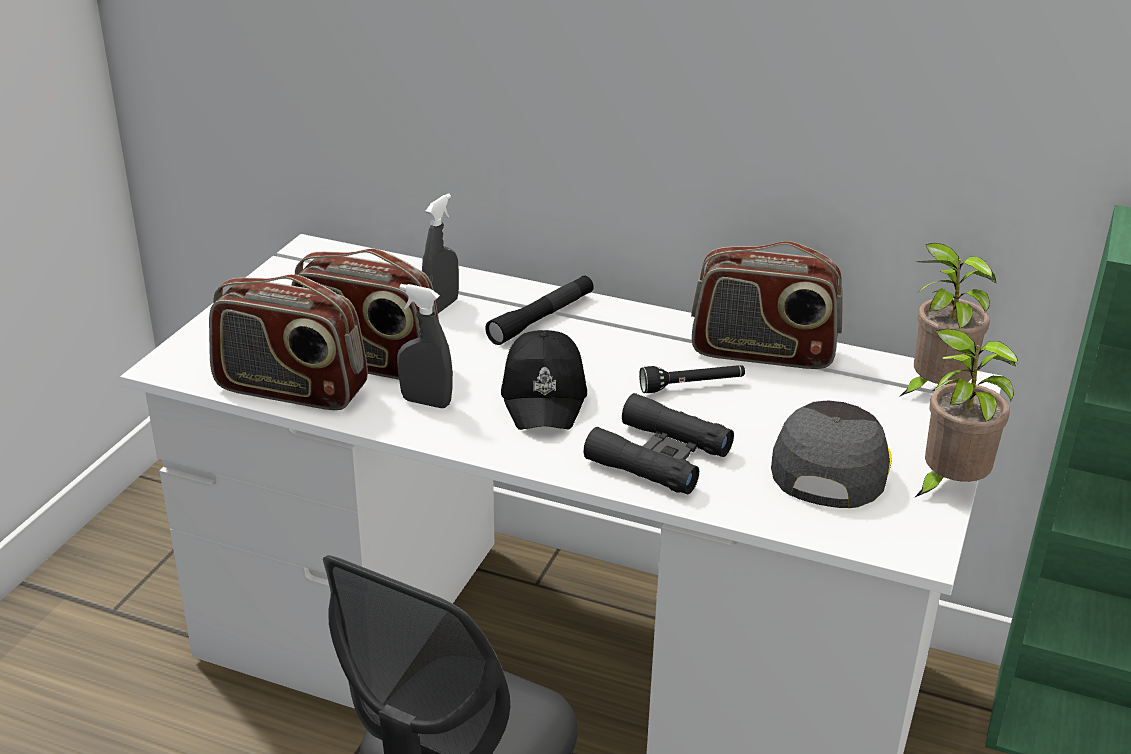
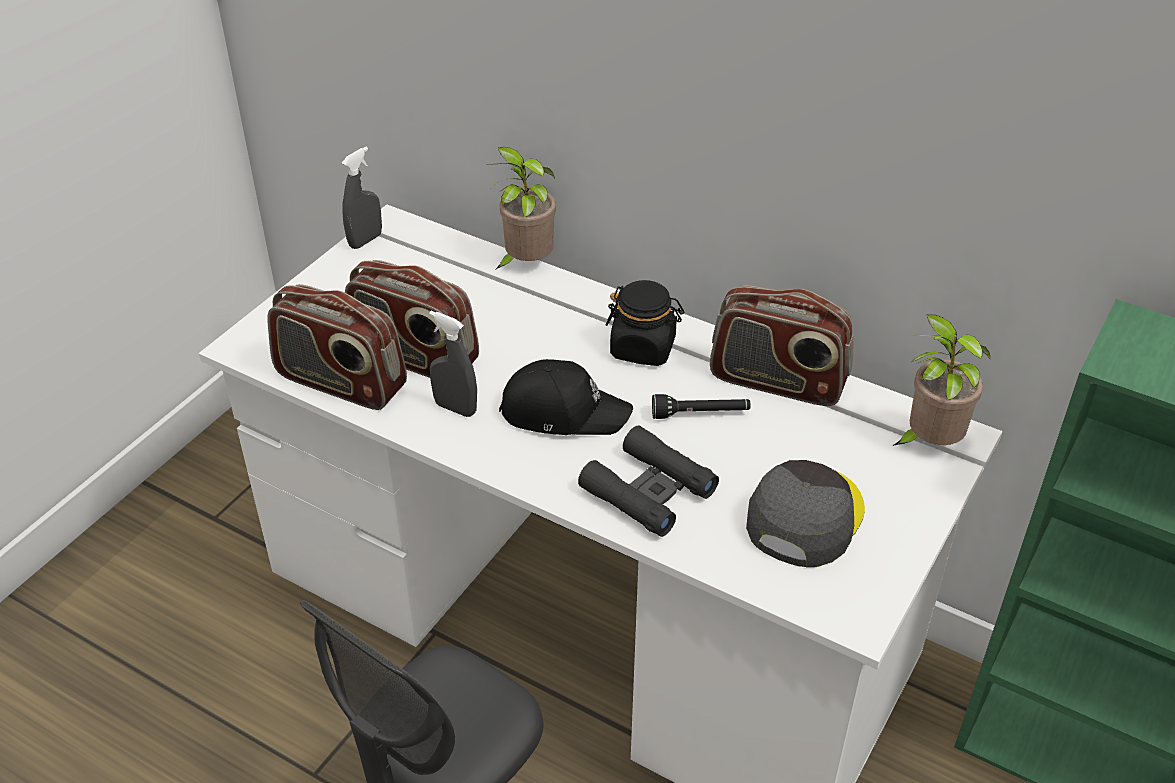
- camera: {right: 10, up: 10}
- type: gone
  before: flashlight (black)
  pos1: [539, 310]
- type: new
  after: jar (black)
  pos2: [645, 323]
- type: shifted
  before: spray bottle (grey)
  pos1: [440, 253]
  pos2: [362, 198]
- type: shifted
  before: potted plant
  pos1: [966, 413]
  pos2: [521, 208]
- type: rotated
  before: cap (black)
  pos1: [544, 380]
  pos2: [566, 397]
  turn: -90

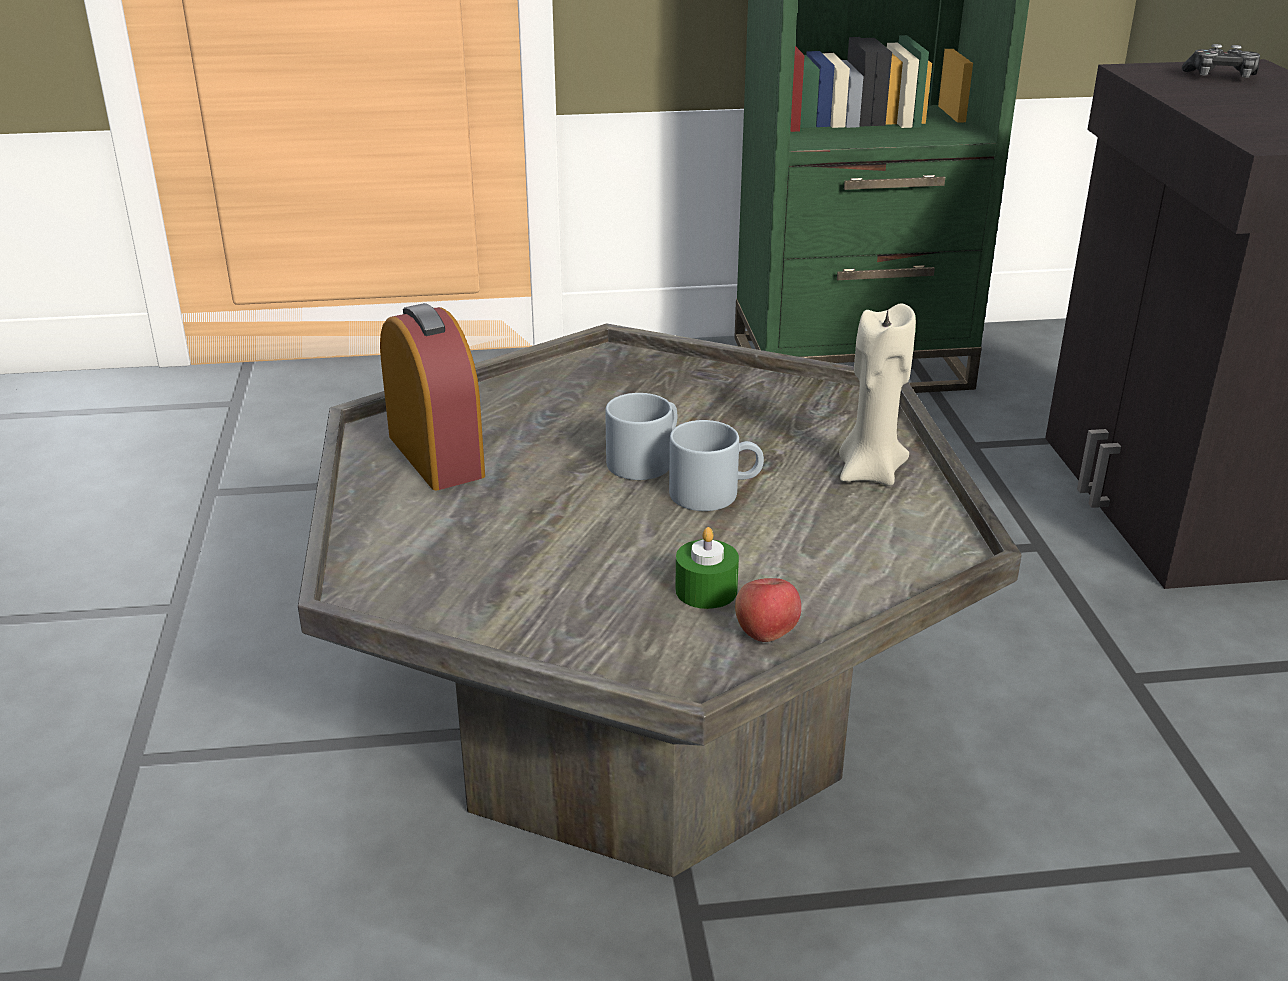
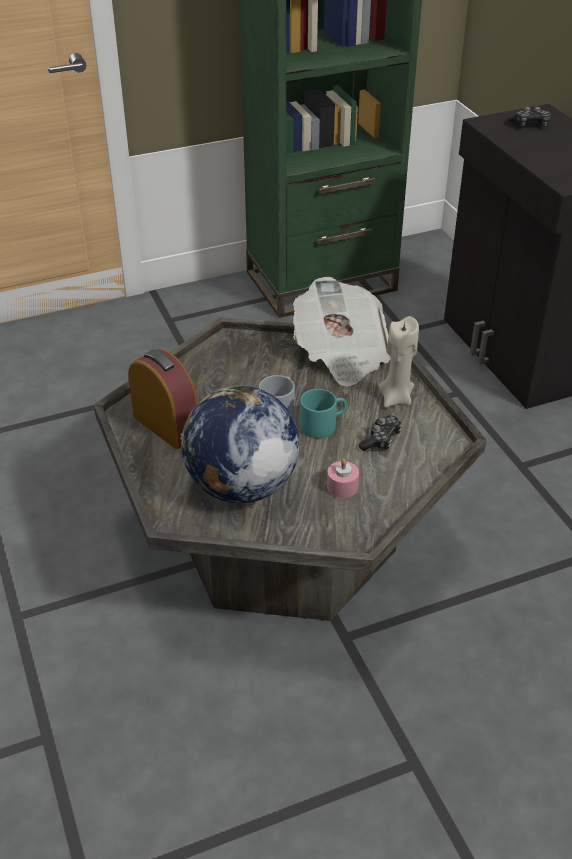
- camera: {right: -15, up: 10}
- type: gone
  before: apple
  pos1: [768, 610]
- type: new
  after: globe
  pos2: [240, 444]
- type: new
  after: newspaper
  pos2: [342, 332]
- type: new
  after: game controller
  pos2: [380, 433]
- type: repainted
  before: mug (grey)
  after: mug (turquoise)
  pos1: [716, 465]
  pos2: [323, 413]
- type: repainted
  before: candle (green)
  after: candle (pink)
  pos1: [707, 568]
  pos2: [343, 478]

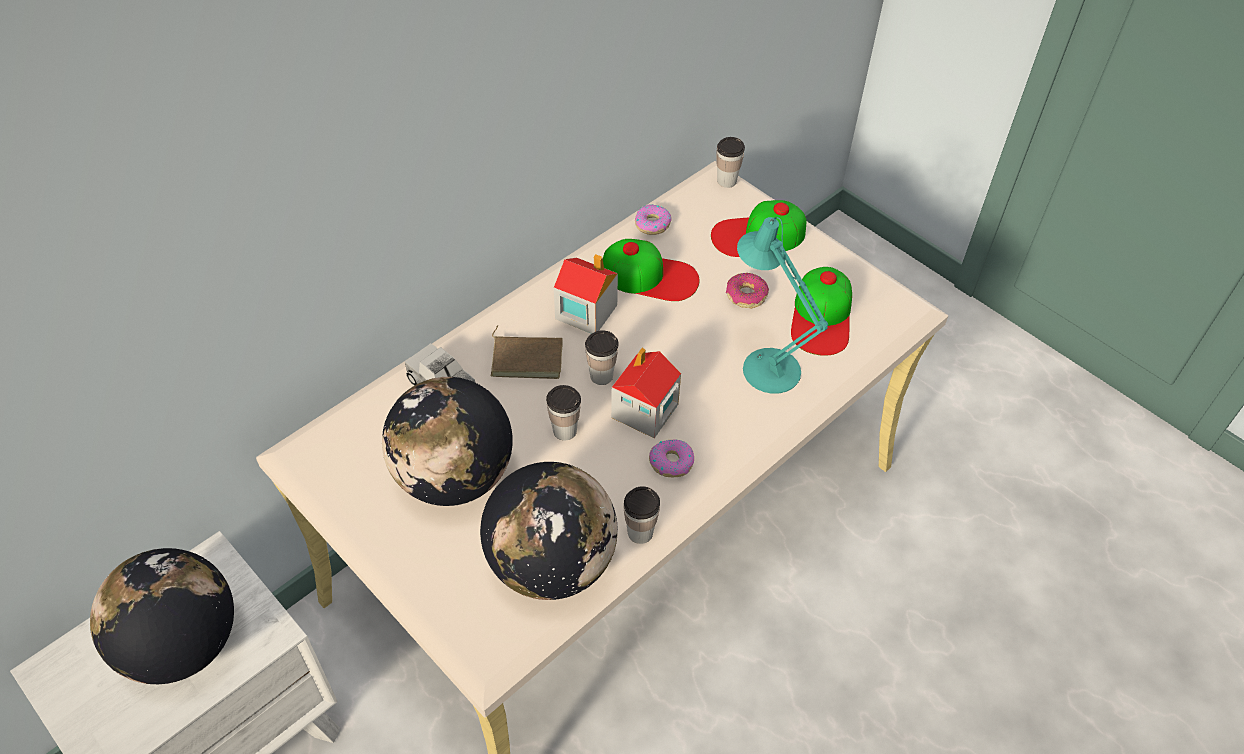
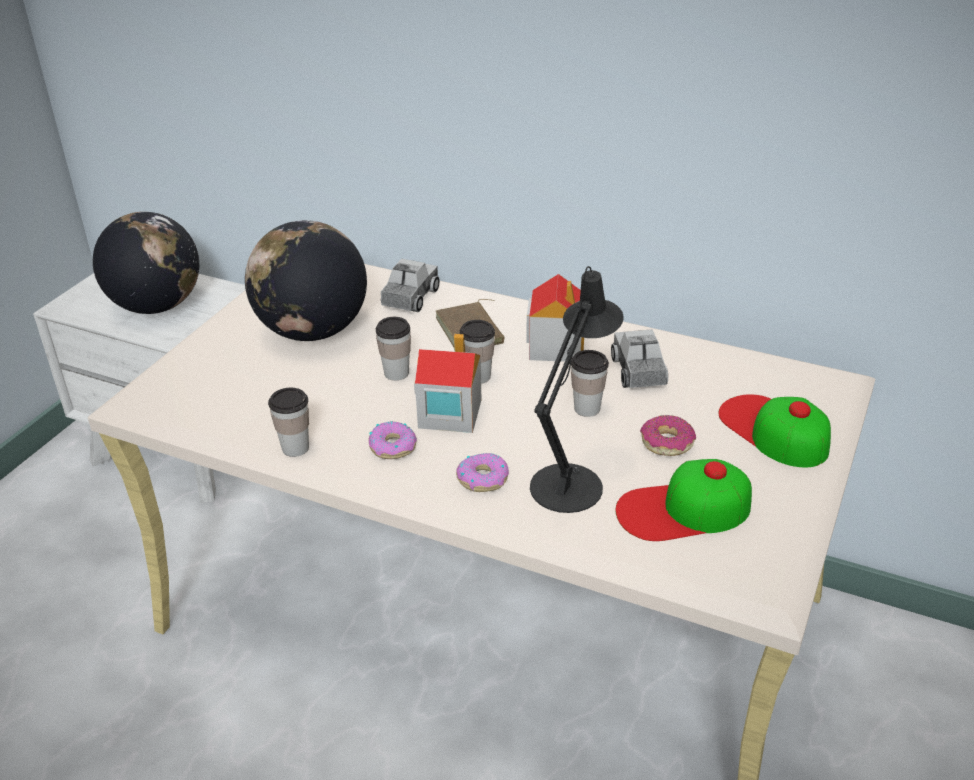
- camera: {right: 70, up: -15}
- type: gone
  before: globe
  pos1: [549, 531]
- type: shifted
  before: donut
  pos1: [653, 219]
  pos2: [482, 472]
- type: shifted
  before: cup
  pos1: [730, 162]
  pos2: [590, 383]
- type: swapped
  before: cap
  after: toy truck
  pos1: [651, 270]
  pos2: [639, 358]
- type: repainted
  before: table lamp (turquoise)
  after: table lamp (black)
  pos1: [782, 305]
  pos2: [576, 389]

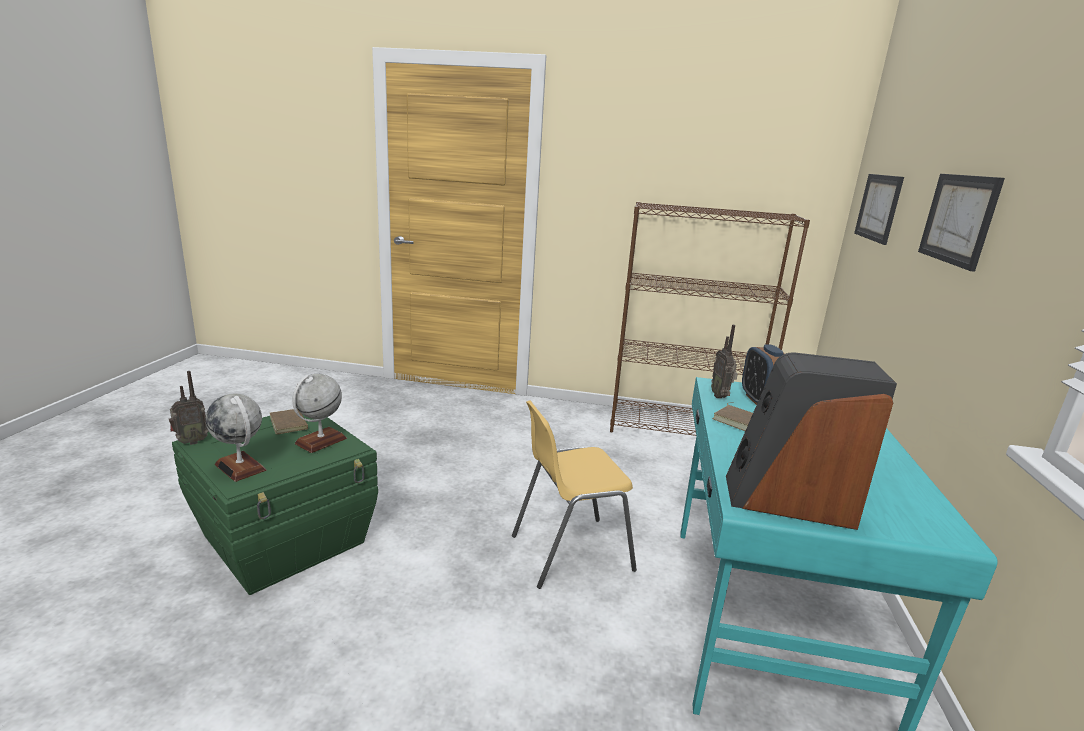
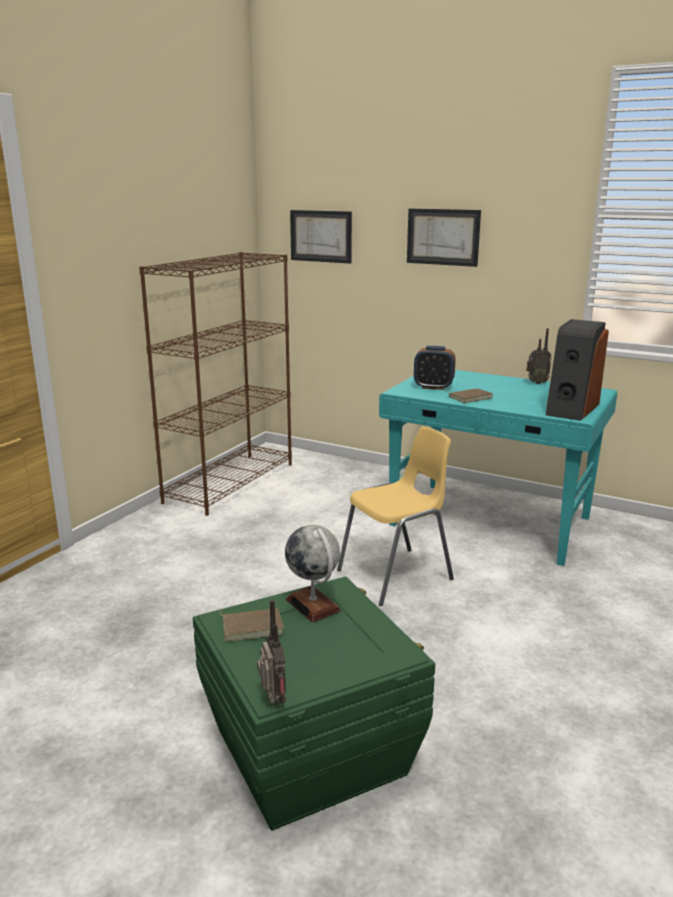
- camera: {right: -70, up: 0}
- type: gone
  before: globe
  pos1: [235, 437]
- type: shifted
  before: radio
  pos1: [724, 361]
  pos2: [538, 356]
- type: rotated
  before: chair (yellow)
  pos1: [574, 494]
  pos2: [395, 516]
  turn: -120

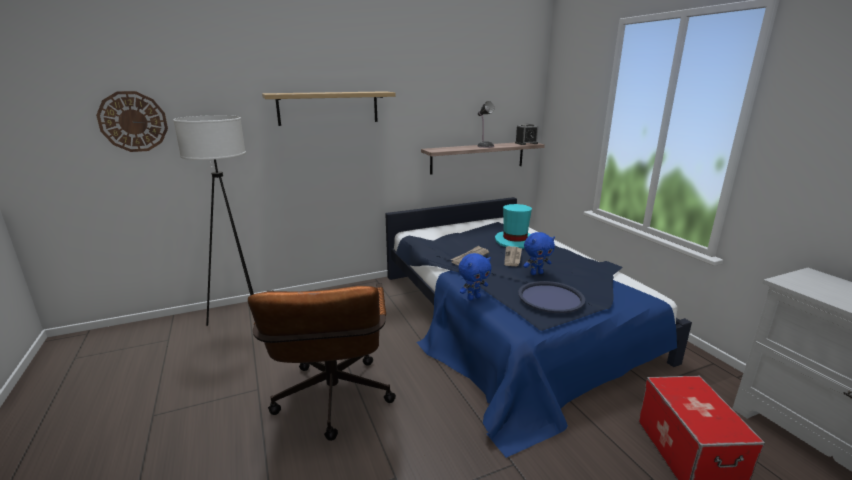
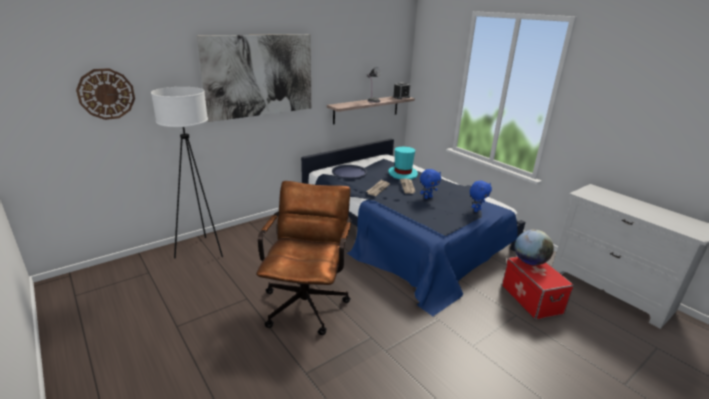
- camera: {right: -15, up: 5}
- type: new
  after: globe
  pos2: [534, 248]
- type: shifted
  before: plush toy (blue)
  pos1: [475, 277]
  pos2: [481, 196]
- type: shifted
  before: tray (blue)
  pos1: [551, 297]
  pos2: [349, 172]
- type: swapped
  before: shelf
  after: picture
  pos1: [329, 108]
  pos2: [254, 78]
- type: rotated
  before: office chair (brown)
  pos1: [322, 362]
  pos2: [303, 258]
  turn: -150

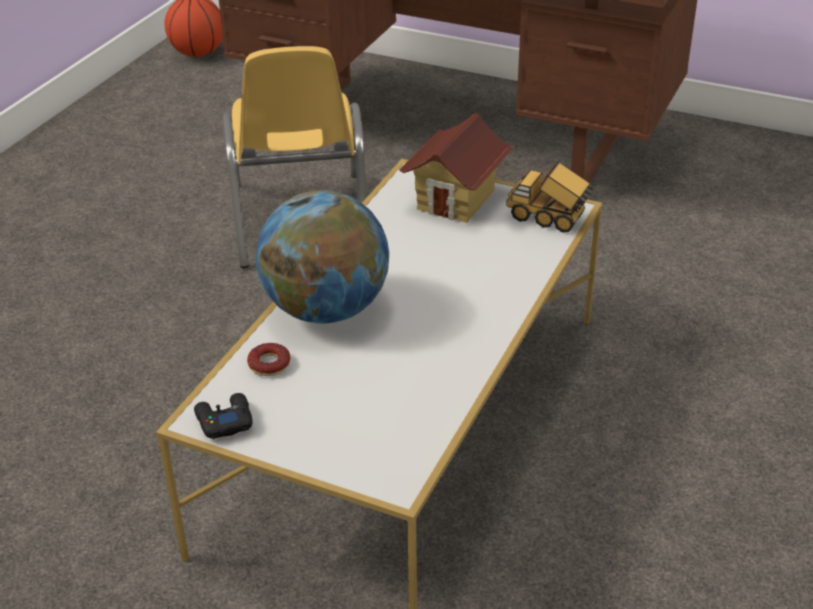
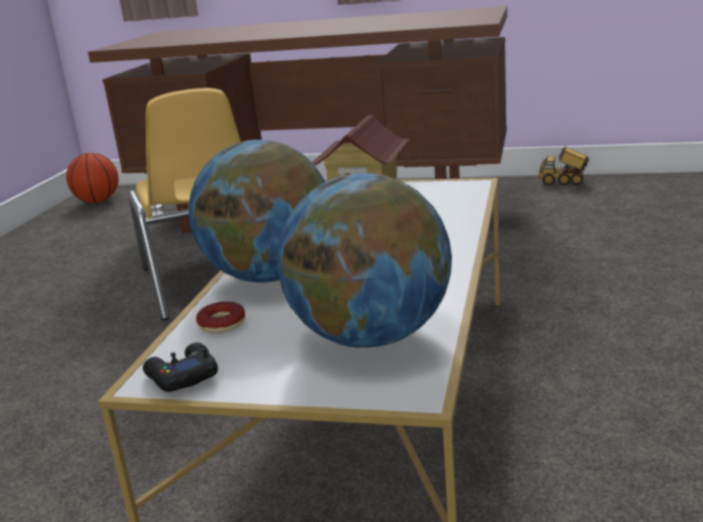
- camera: {right: -10, up: -15}
- type: new
  after: globe
  pos2: [364, 260]
- type: shifted
  before: toy truck
  pos1: [549, 197]
  pos2: [564, 166]

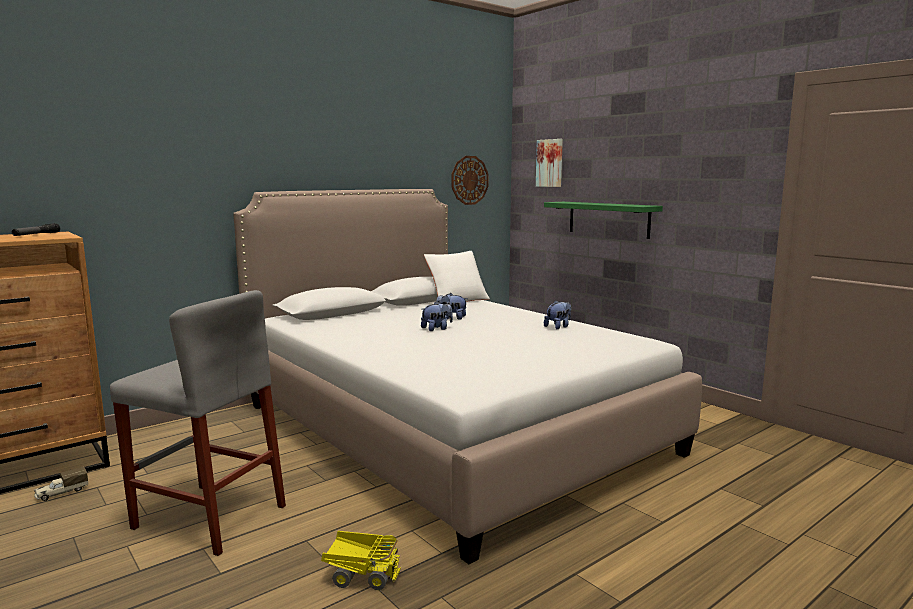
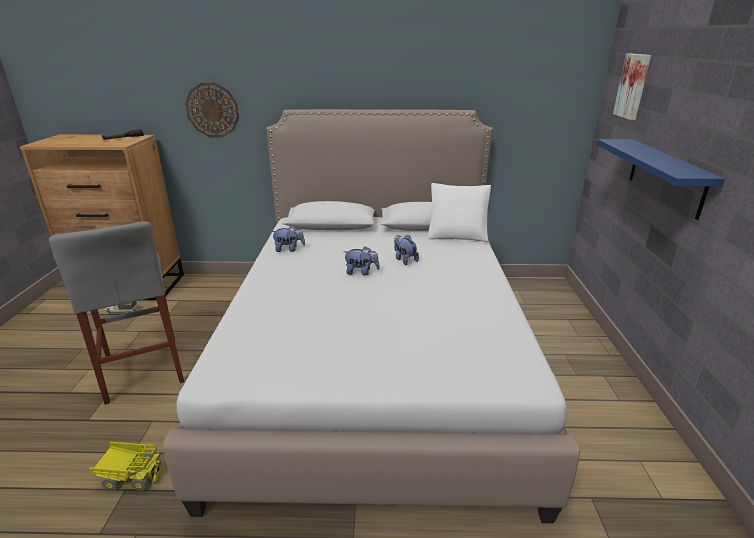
- camera: {right: 40, up: 15}
- type: shifted
  before: wall clock
  pos1: [470, 180]
  pos2: [212, 110]
- type: shifted
  before: plush toy
  pos1: [557, 314]
  pos2: [288, 239]
- type: repainted
  before: shelf (green)
  after: shelf (blue)
  pos1: [603, 220]
  pos2: [661, 179]
- type: rotated
  before: toy truck
  pos1: [361, 560]
  pos2: [126, 466]
  turn: -45

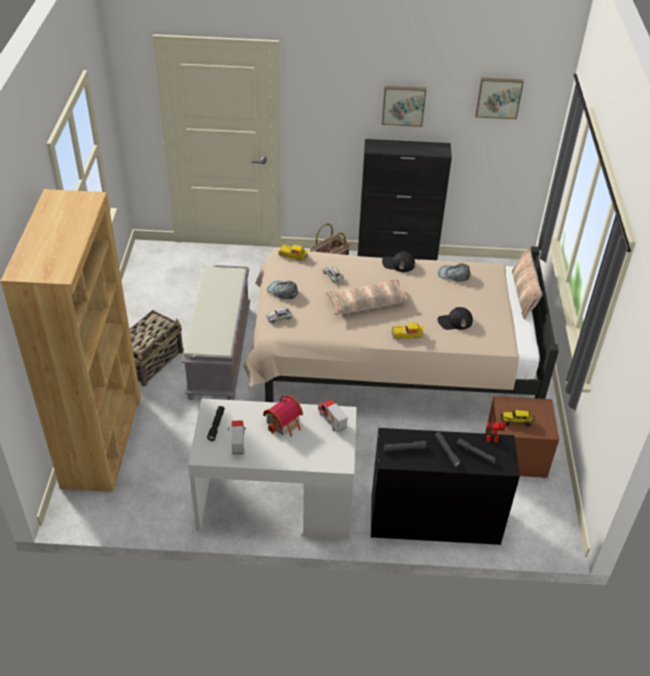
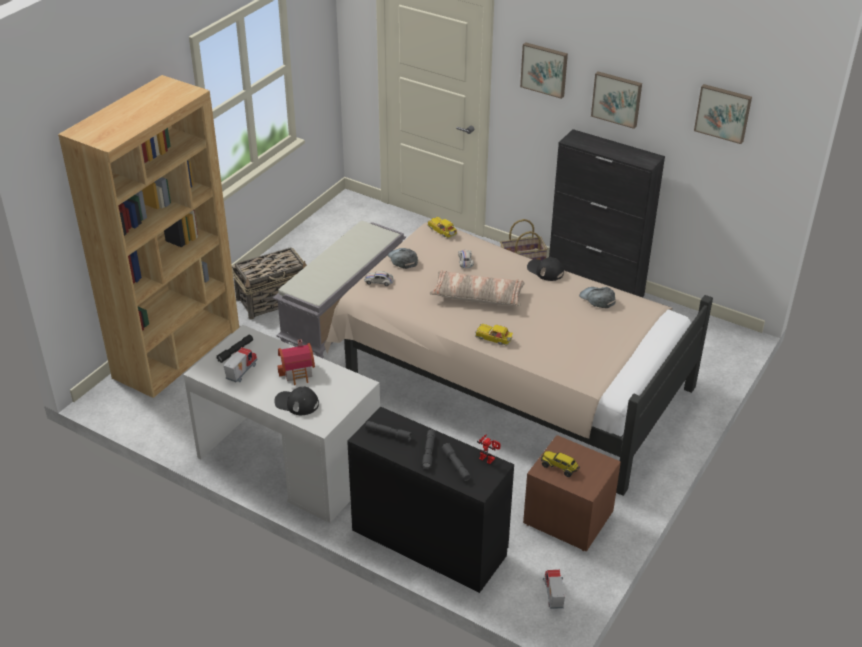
- camera: {right: 30, up: -5}
- type: gone
  before: pillow
  pos1: [527, 283]
- type: new
  after: picture
  pos2: [544, 70]
- type: shifted
  before: toy truck
  pos1: [333, 415]
  pos2: [554, 589]
- type: shifted
  before: cap (black)
  pos1: [455, 318]
  pos2: [296, 401]

